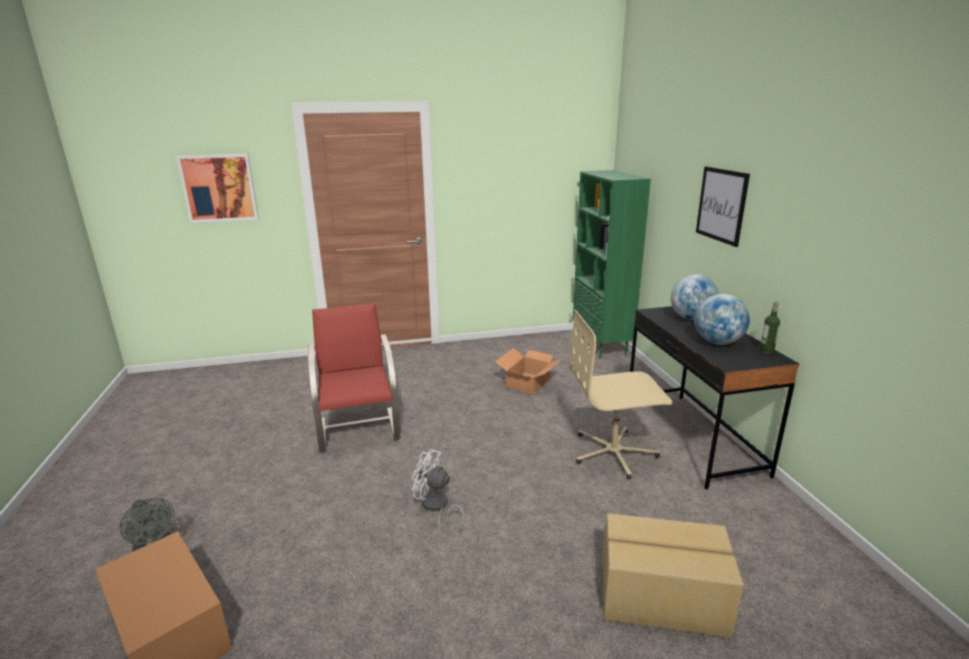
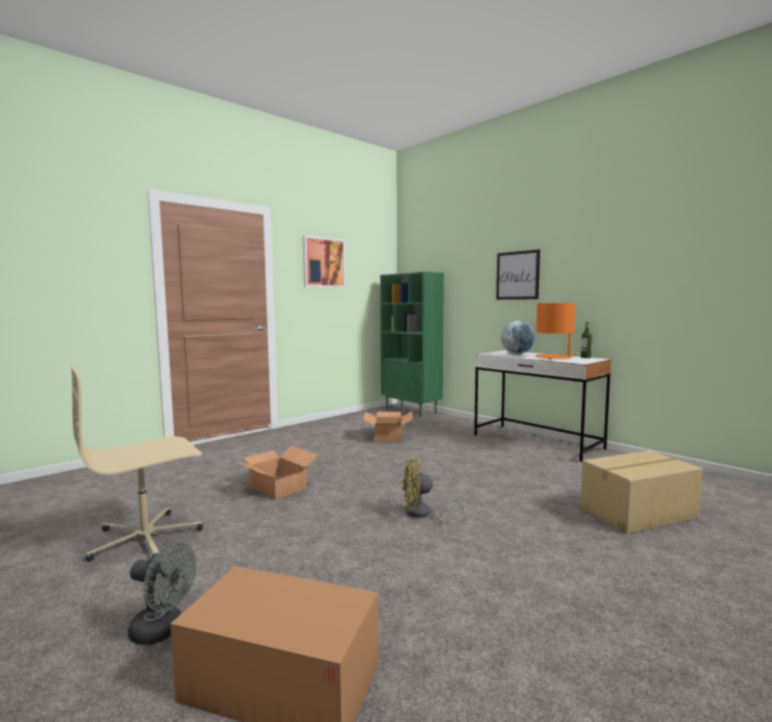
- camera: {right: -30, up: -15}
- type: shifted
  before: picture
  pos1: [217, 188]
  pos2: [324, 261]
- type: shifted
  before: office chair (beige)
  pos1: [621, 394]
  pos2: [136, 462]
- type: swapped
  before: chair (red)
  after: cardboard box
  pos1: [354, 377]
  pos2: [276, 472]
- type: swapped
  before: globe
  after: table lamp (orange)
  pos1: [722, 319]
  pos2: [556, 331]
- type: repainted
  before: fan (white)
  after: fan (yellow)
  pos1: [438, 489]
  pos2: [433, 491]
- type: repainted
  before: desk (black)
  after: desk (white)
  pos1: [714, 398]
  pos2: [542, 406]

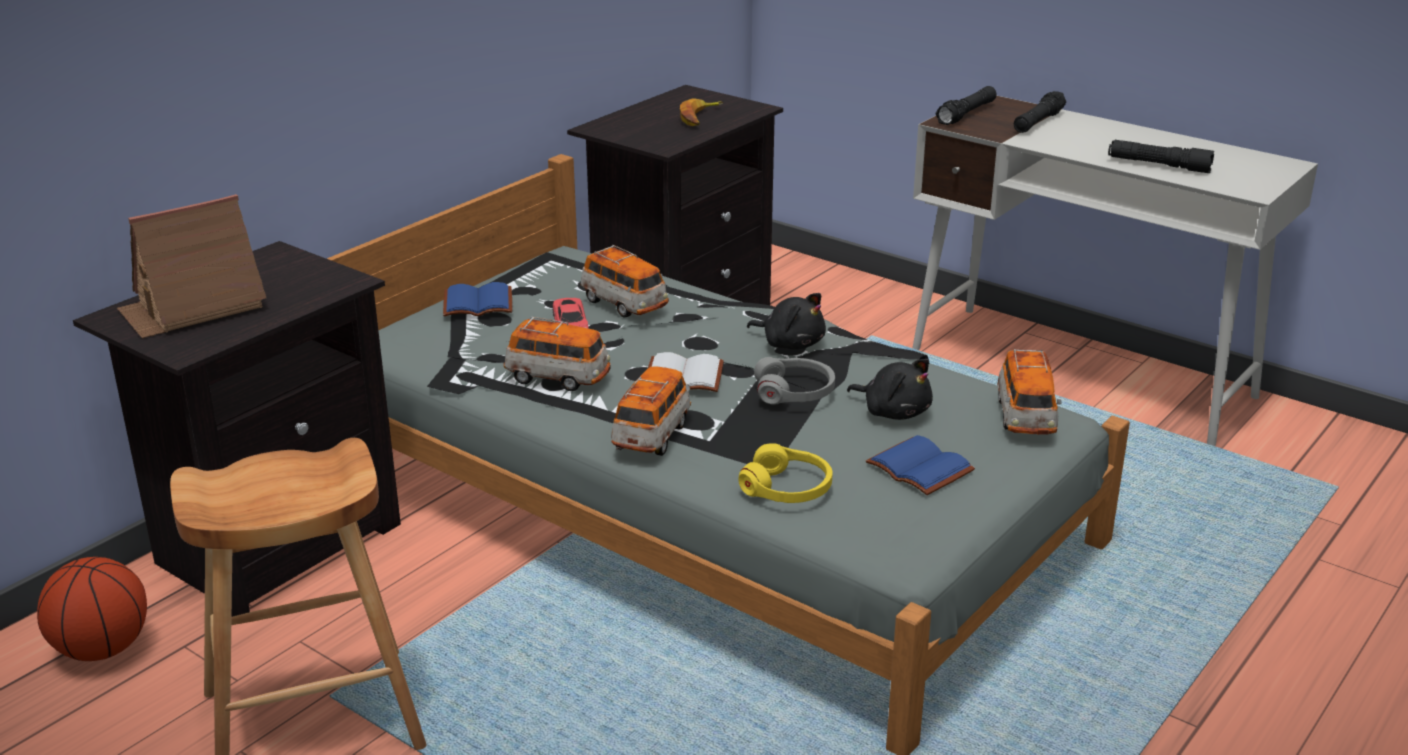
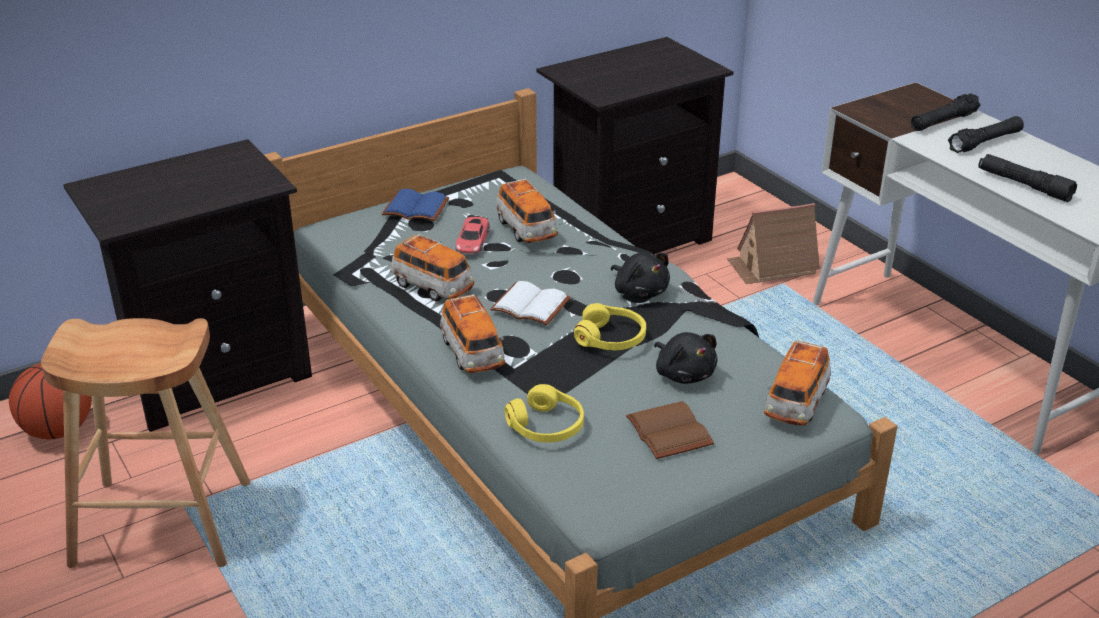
- camera: {right: 20, up: 5}
- type: gone
  before: banana
  pos1: [701, 112]
- type: shifted
  before: toy house
  pos1: [191, 266]
  pos2: [773, 243]
- type: shifted
  before: flashlight (black)
  pos1: [966, 105]
  pos2: [986, 134]
- type: repainted
  before: headphones (grey)
  after: headphones (yellow)
  pos1: [794, 381]
  pos2: [610, 326]
- type: repainted
  before: book (blue)
  after: book (brown)
  pos1: [920, 465]
  pos2: [670, 430]
- type: rotated
  before: toy car
  pos1: [651, 411]
  pos2: [472, 333]
  turn: 120

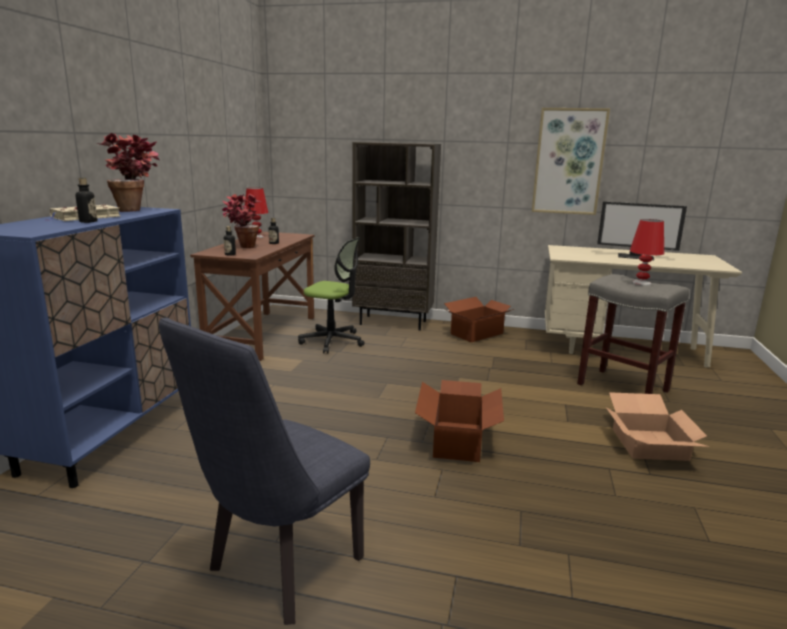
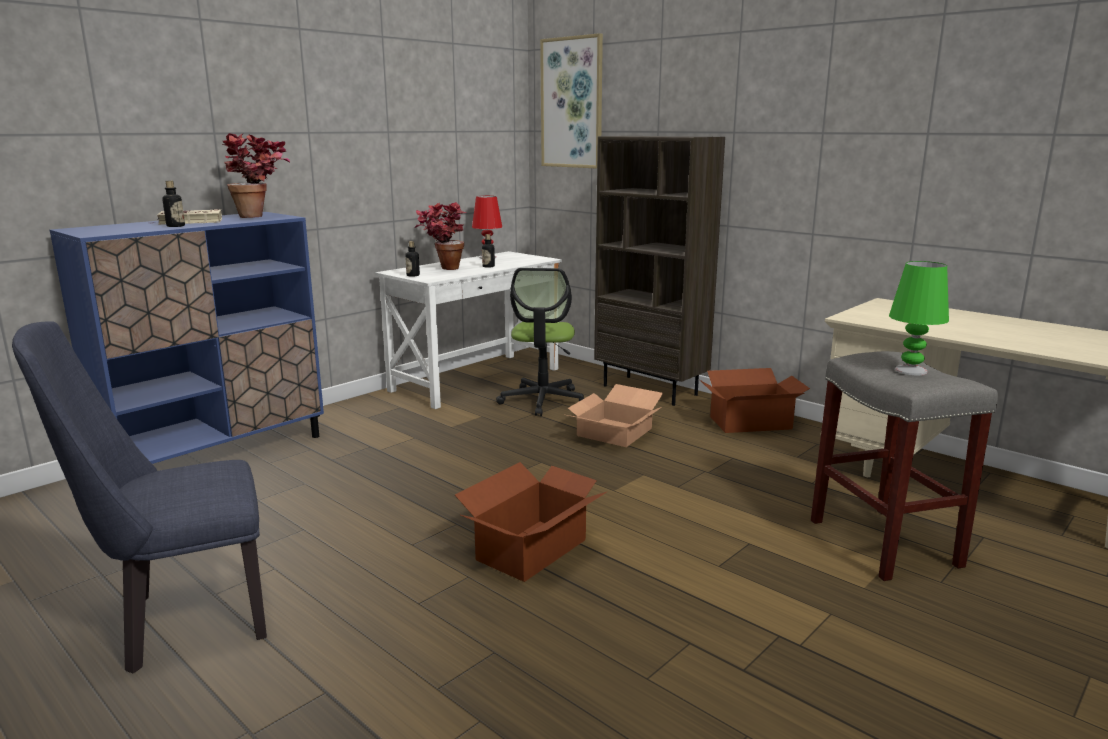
- camera: {right: 30, up: 0}
- type: gone
  before: monitor
  pos1: [642, 230]
- type: shifted
  before: picture
  pos1: [571, 161]
  pos2: [571, 101]
- type: shifted
  before: cardboard box
  pos1: [658, 426]
  pos2: [615, 415]
- type: repainted
  before: desk (brown)
  after: desk (white)
  pos1: [252, 296]
  pos2: [468, 330]
- type: repainted
  before: table lamp (red)
  after: table lamp (green)
  pos1: [647, 252]
  pos2: [919, 318]
- type: rotated
  before: office chair
  pos1: [331, 295]
  pos2: [540, 342]
  turn: 45

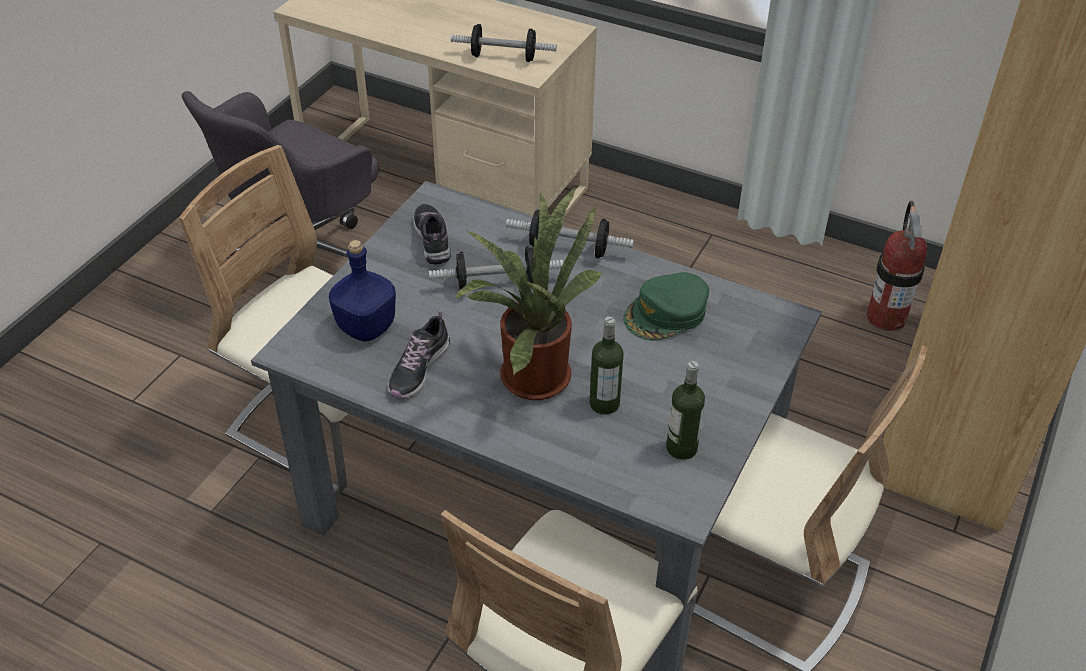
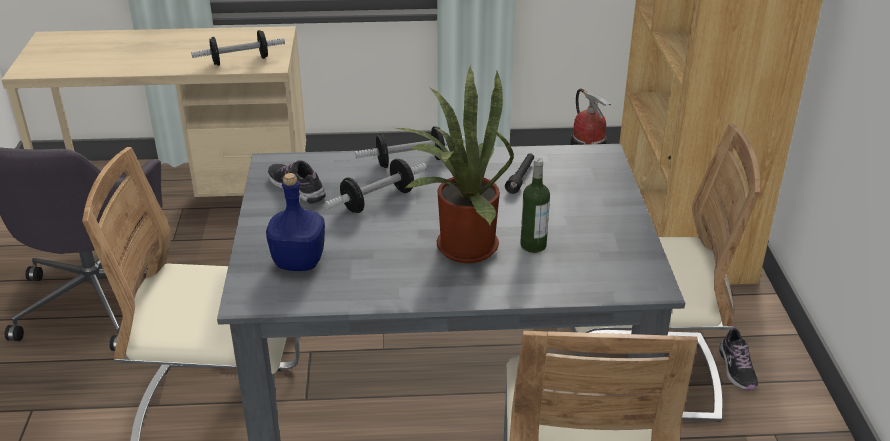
- camera: {right: -30, up: -10}
- type: gone
  before: bottle
  pos1: [685, 410]
- type: shifted
  before: shoe
  pos1: [419, 354]
  pos2: [738, 357]
- type: swapped
  before: cap (green)
  after: flashlight (black)
  pos1: [666, 306]
  pos2: [519, 173]

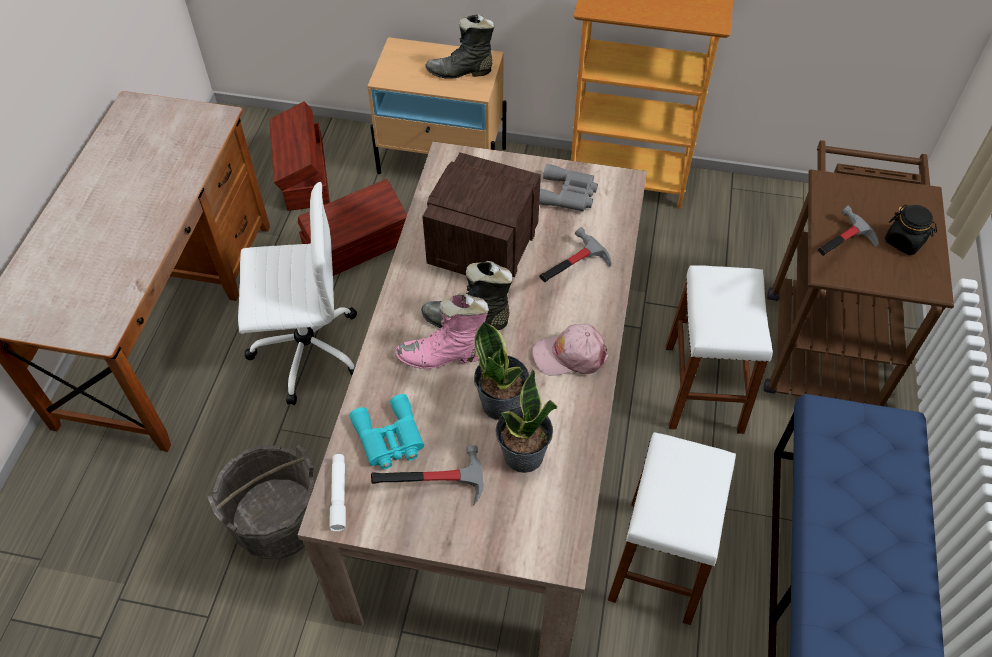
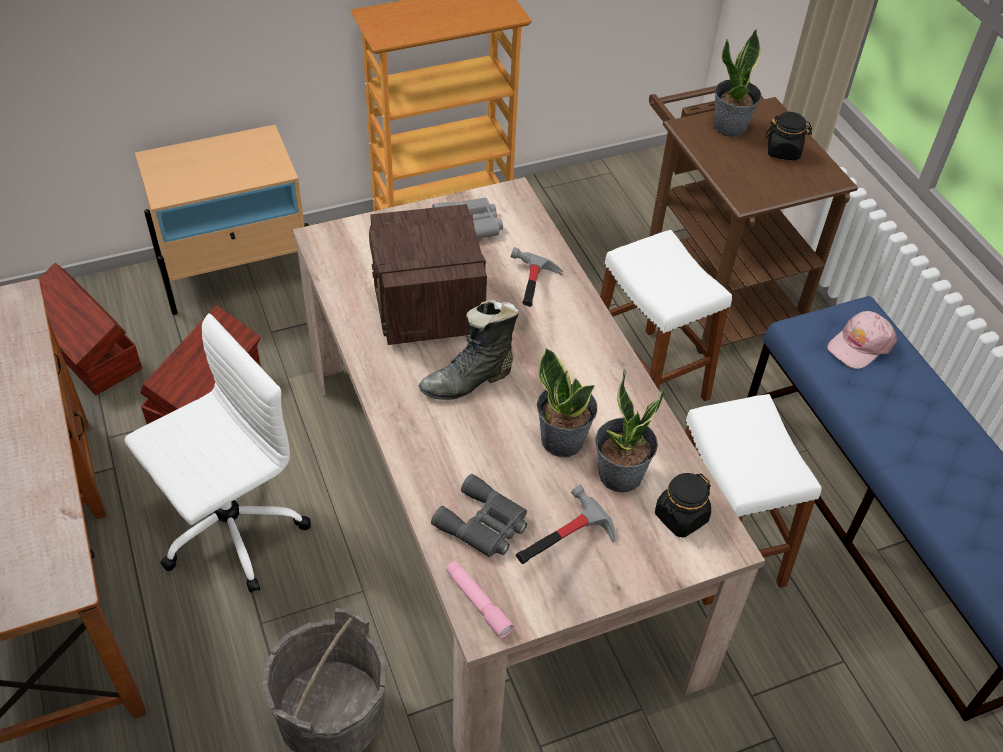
- camera: {right: -35, up: -5}
- type: gone
  before: boot (pink)
  pos1: [442, 331]
- type: gone
  before: boot (black)
  pos1: [459, 46]
- type: gone
  before: hammer
  pos1: [848, 230]
- type: new
  after: jar (black)
  pos2: [683, 505]
- type: new
  after: potted plant
  pos2: [737, 83]
- type: shifted
  before: cap (pink)
  pos1: [570, 350]
  pos2: [862, 340]
- type: repainted
  before: flashlight (white)
  after: flashlight (pink)
  pos1: [337, 492]
  pos2: [480, 599]
- type: repainted
  before: binoculars (turquoise)
  after: binoculars (grey)
  pos1: [387, 431]
  pos2: [479, 516]

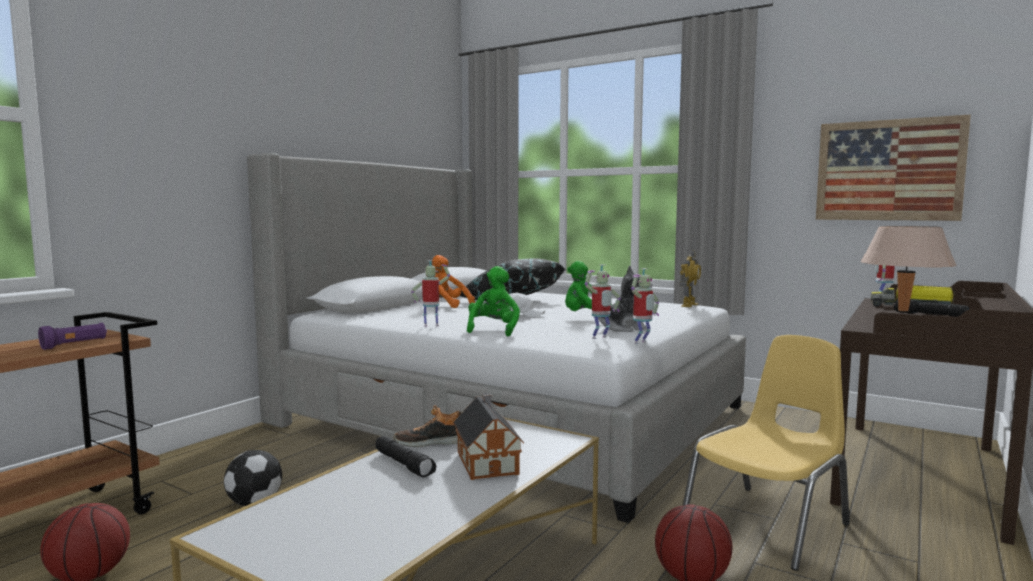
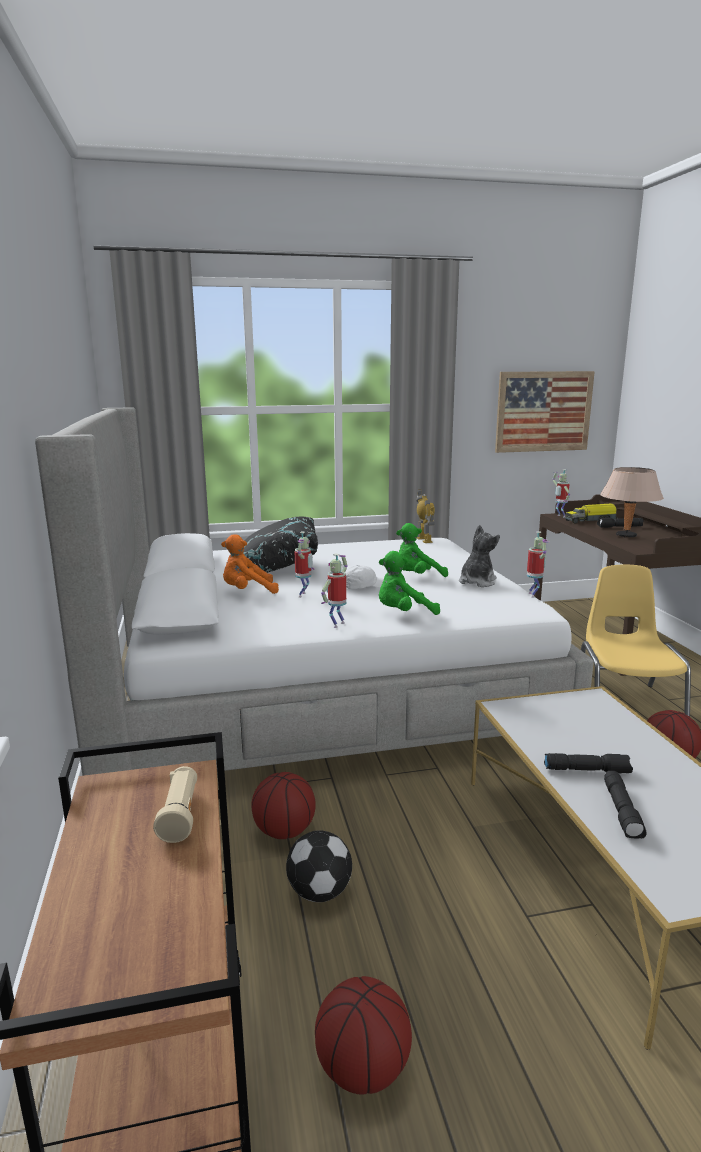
- camera: {right: -45, up: 10}
- type: gone
  before: shoe
  pos1: [428, 426]
- type: gone
  before: toy house
  pos1: [488, 436]
- type: new
  after: basketball
  pos2: [284, 805]
- type: new
  after: flashlight (black)
  pos2: [625, 805]
- type: shifted
  before: toy robot
  pos1: [602, 301]
  pos2: [305, 564]
- type: repainted
  before: flashlight (purple)
  after: flashlight (beige)
  pos1: [72, 336]
  pos2: [175, 804]
- type: rotated
  before: plush toy (green)
  pos1: [493, 301]
  pos2: [409, 583]
  turn: -75

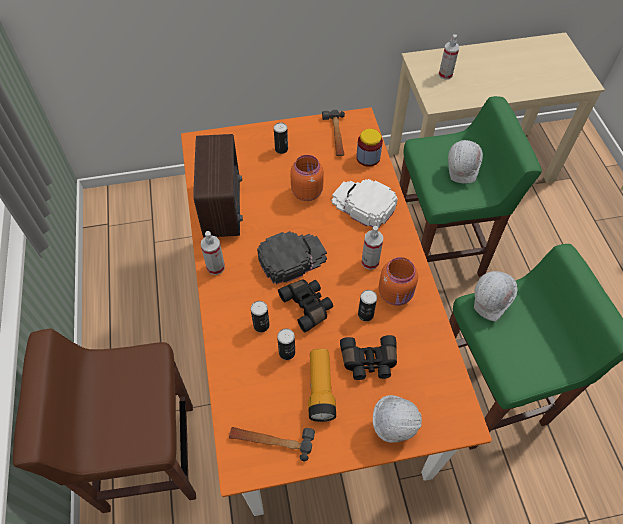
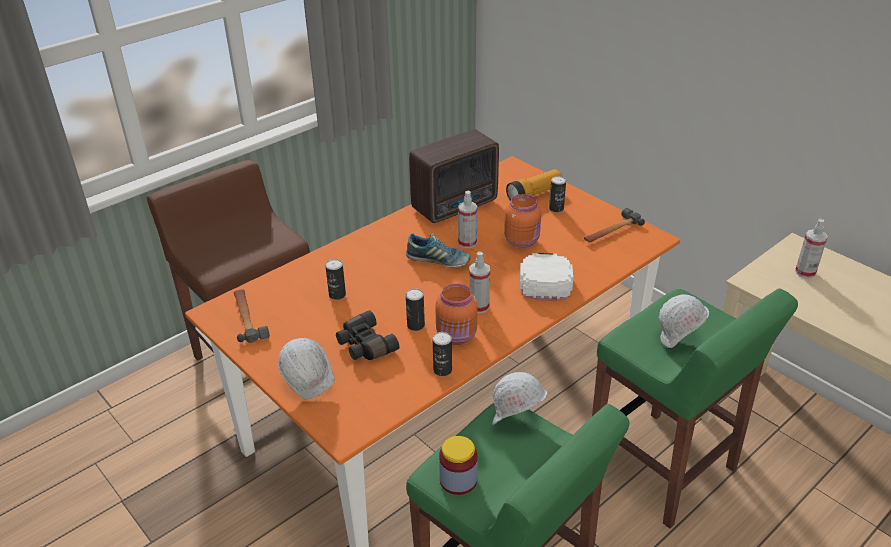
- camera: {right: 60, up: -20}
- type: gone
  before: binoculars (black)
  pos1: [305, 306]
- type: shifted
  before: spray bottle
  pos1: [213, 253]
  pos2: [467, 219]
- type: shifted
  before: can
  pos1: [260, 316]
  pos2: [442, 354]
- type: shifted
  before: flashlight
  pos1: [322, 385]
  pos2: [534, 184]
- type: shifted
  before: jar
  pos1: [369, 148]
  pos2: [458, 465]
- type: swapped
  before: cap (black)
  after: shoe
  pos1: [292, 258]
  pos2: [438, 250]

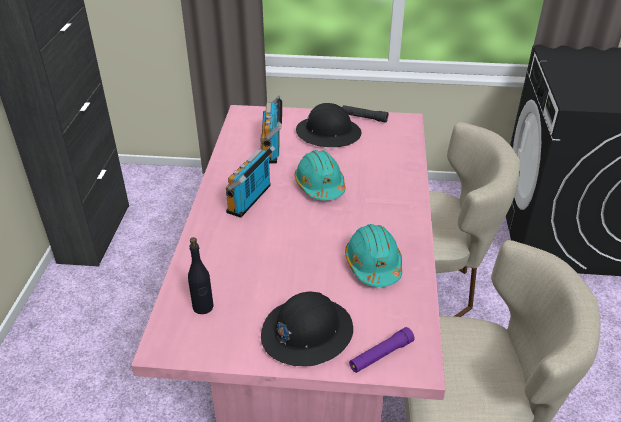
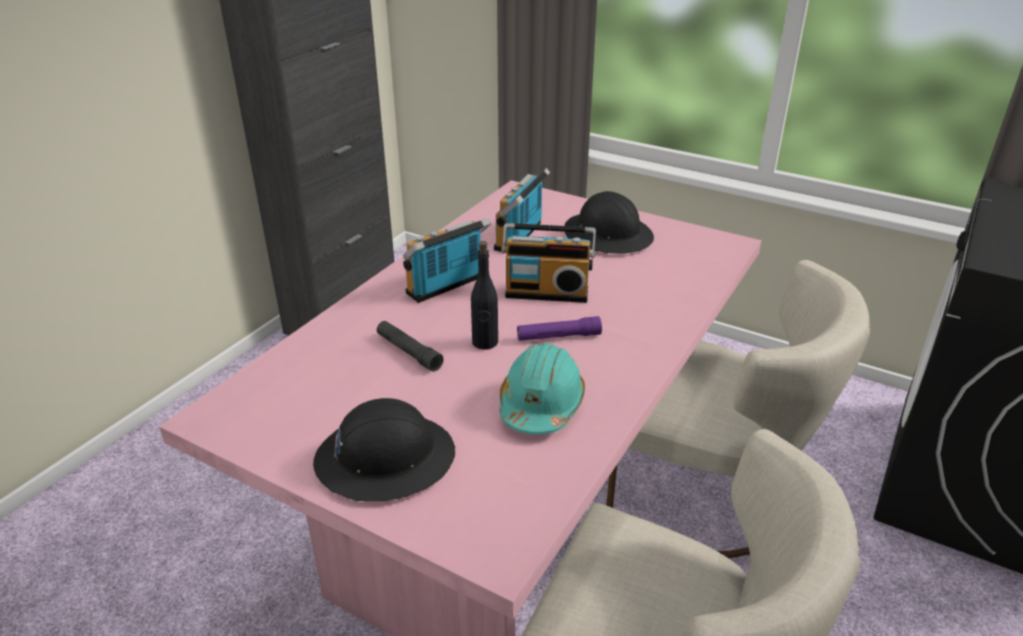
- camera: {right: 25, up: -5}
- type: shifted
  before: bottle (black)
  pos1: [201, 275]
  pos2: [484, 295]
- type: shifted
  before: flashlight (black)
  pos1: [365, 114]
  pos2: [410, 346]
- type: shifted
  before: flashlight (purple)
  pos1: [382, 350]
  pos2: [559, 328]
- type: swapped
  before: hard hat (turquoise)
  after: radio
  pos1: [320, 175]
  pos2: [548, 263]

